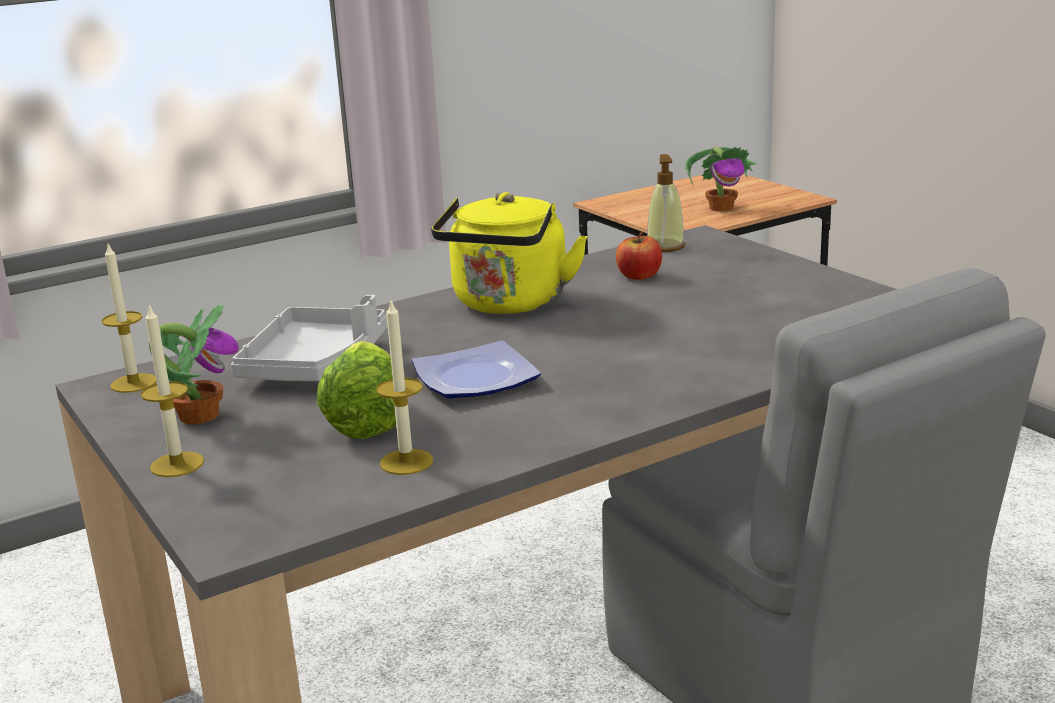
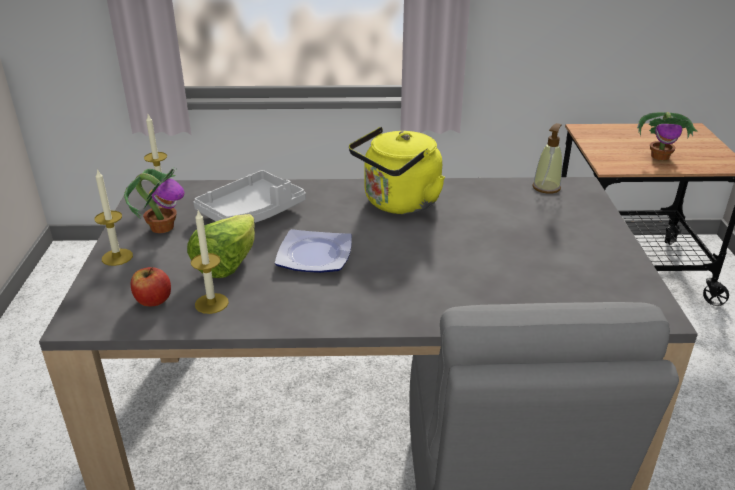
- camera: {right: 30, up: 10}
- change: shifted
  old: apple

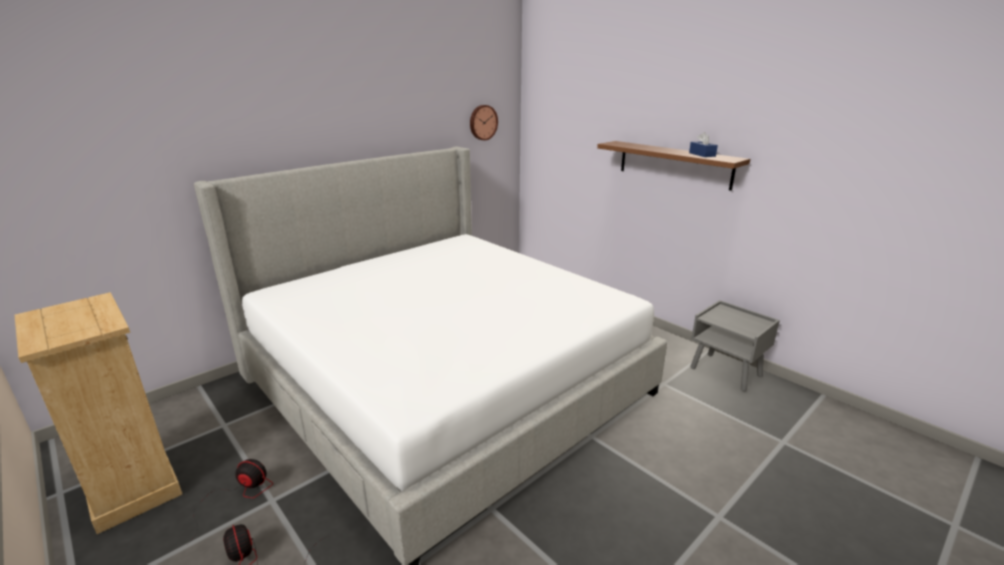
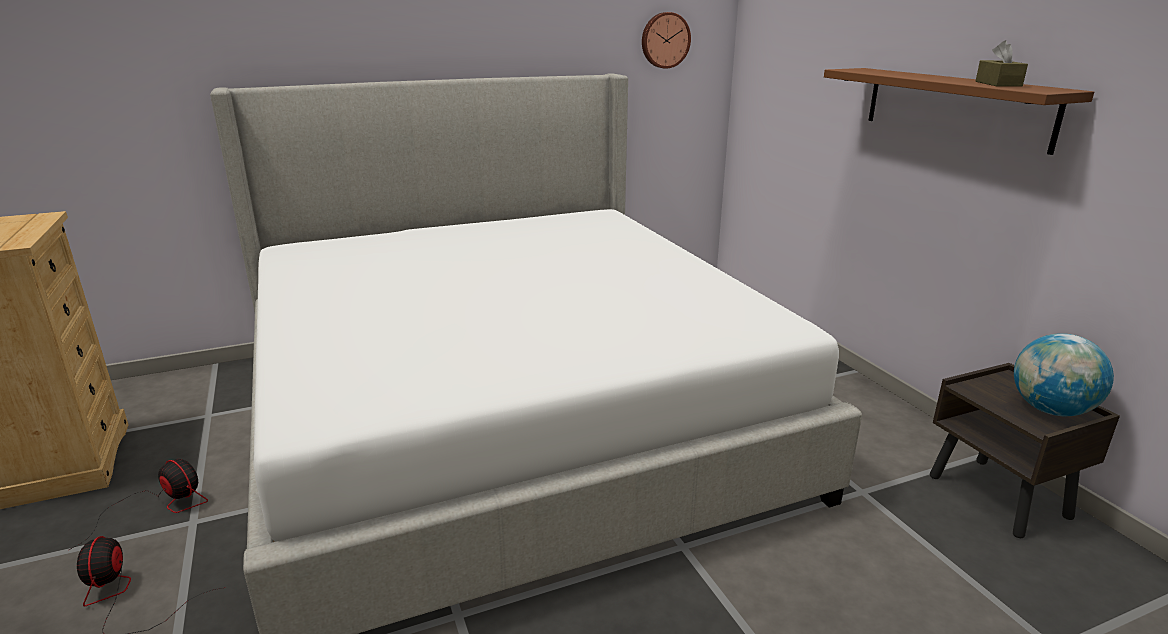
- camera: {right: 20, up: 0}
- change: repainted
  old: tissue box (blue)
  new: tissue box (brown)
- change: repainted
  old: nightstand (grey)
  new: nightstand (brown)
- change: new
  new: globe

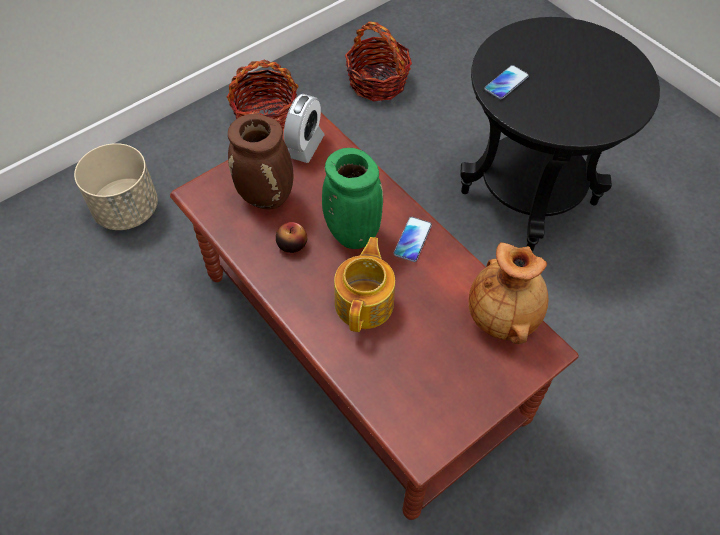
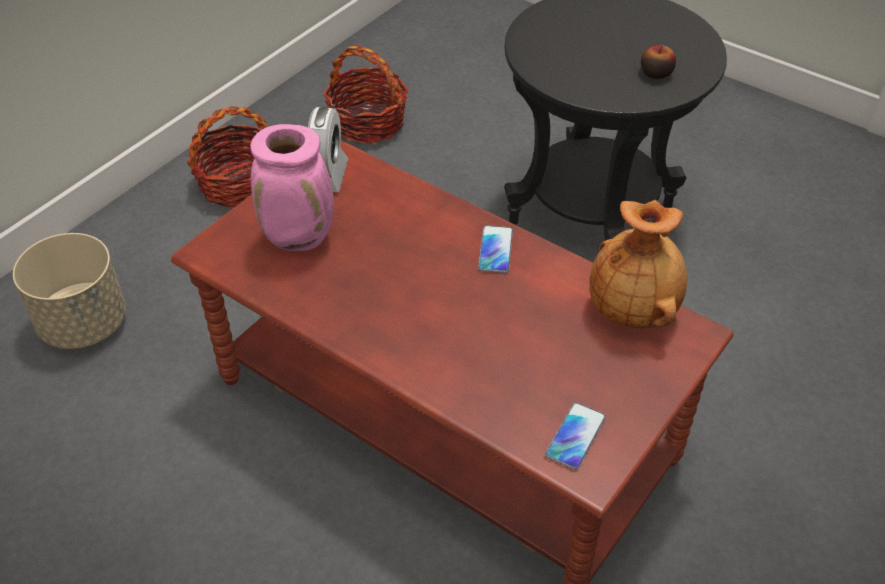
- camera: {right: -15, up: -10}
- change: repainted
  old: vase (brown) (no. 1 from left)
  new: vase (pink)
- change: shifted
  old: apple
- change: gone
  old: vase (green)
- change: gone
  old: teapot
- change: shifted
  old: phone (no. 2 from left)

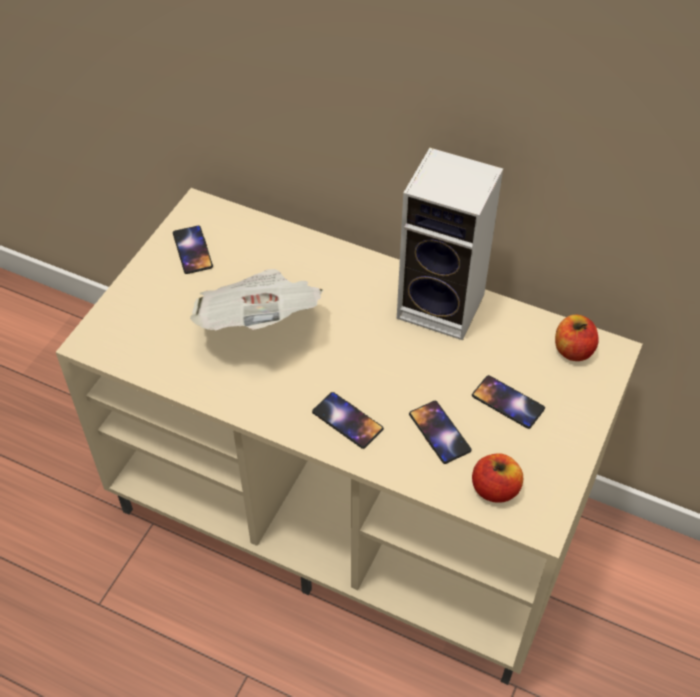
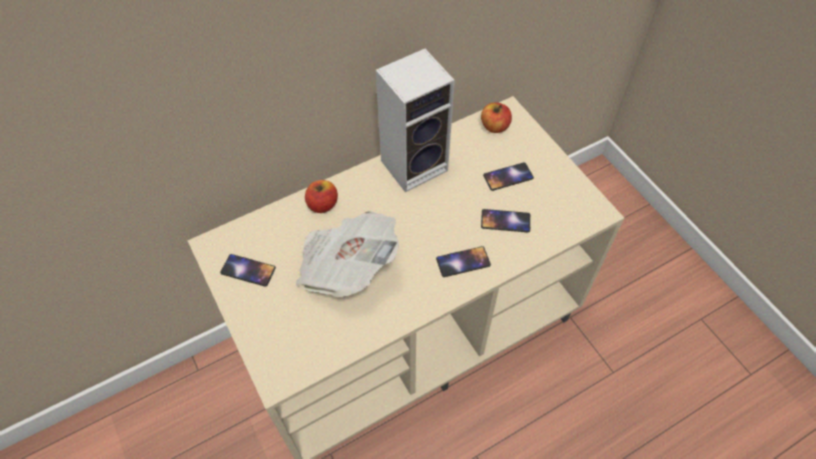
- camera: {right: -55, up: 5}
- change: shifted
  old: apple (no. 1 from left)

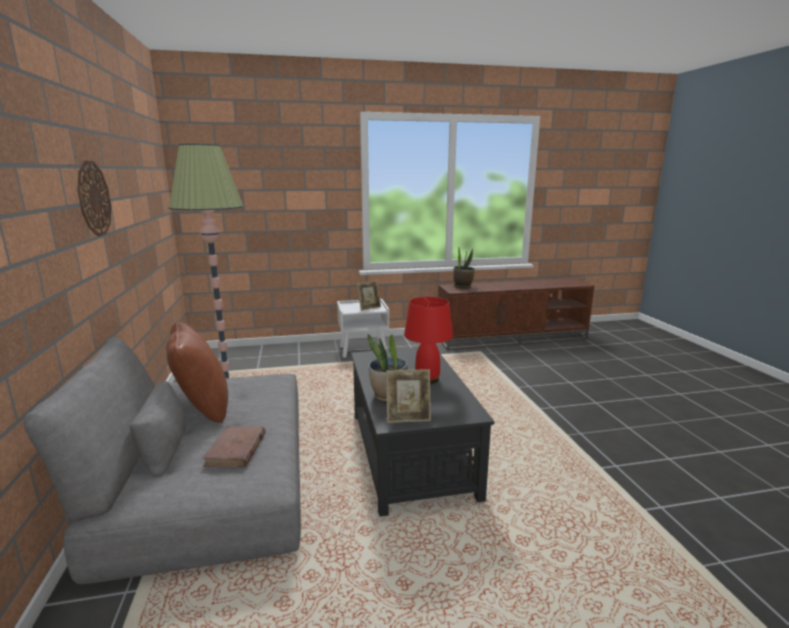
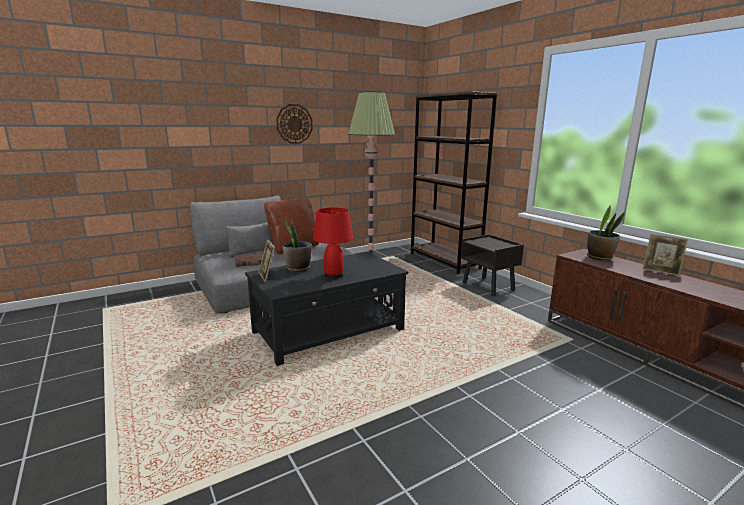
- camera: {right: 70, up: 0}
- change: repainted
  old: nightstand (white)
  new: nightstand (brown)
- change: shifted
  old: picture frame (no. 1 from left in the first image)
  new: picture frame (no. 2 from left)
- change: new
  new: bookcase (brown)

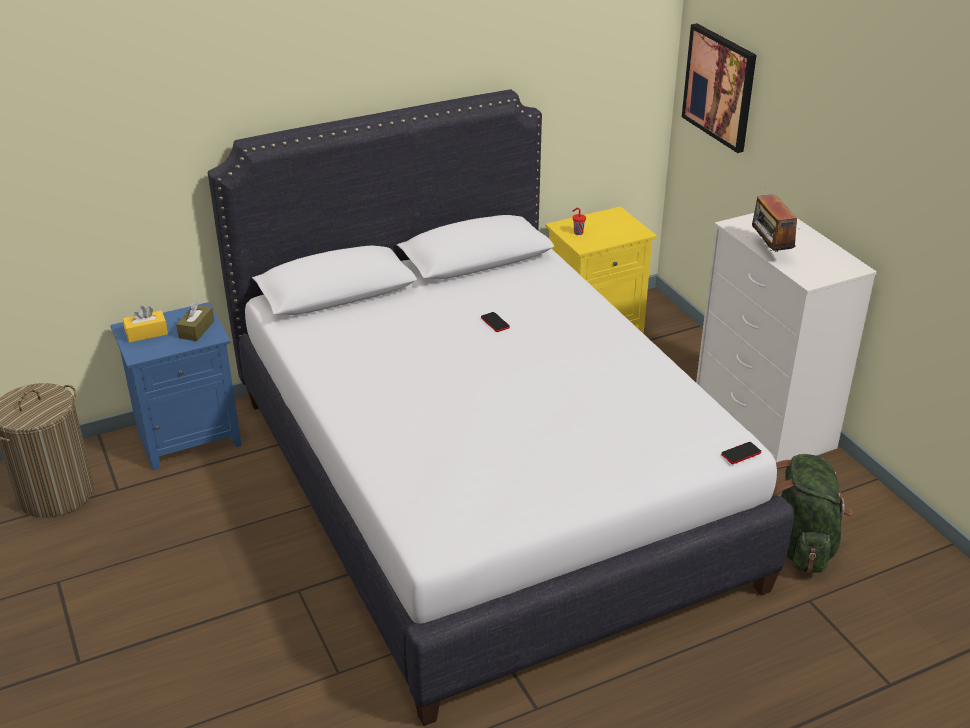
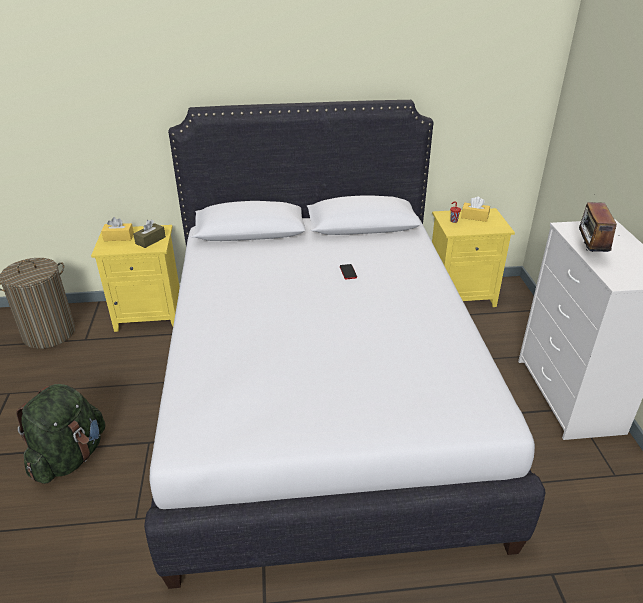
- camera: {right: 20, up: 0}
- change: repainted
  old: nightstand (blue)
  new: nightstand (yellow) (no. 1 from left)
- change: gone
  old: picture
- change: gone
  old: phone (no. 2 from left)
- change: shifted
  old: backpack (green)
- change: new
  new: tissue box (yellow) (no. 2 from left)

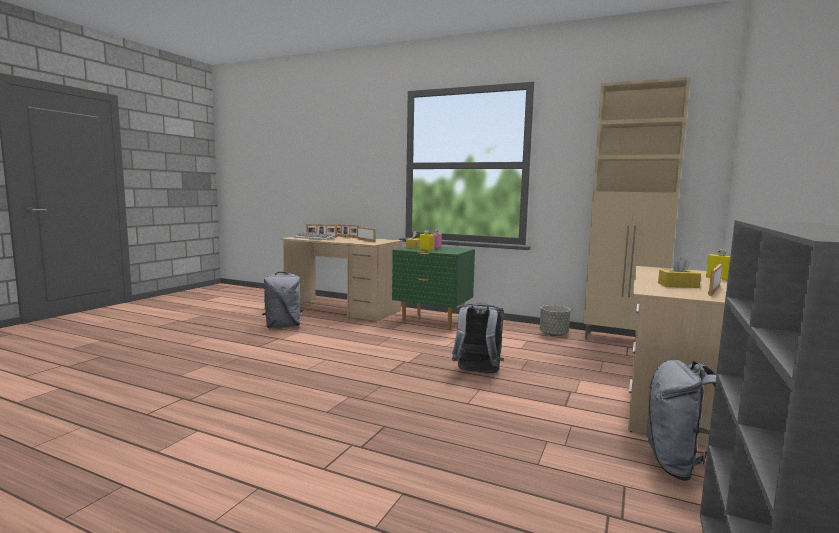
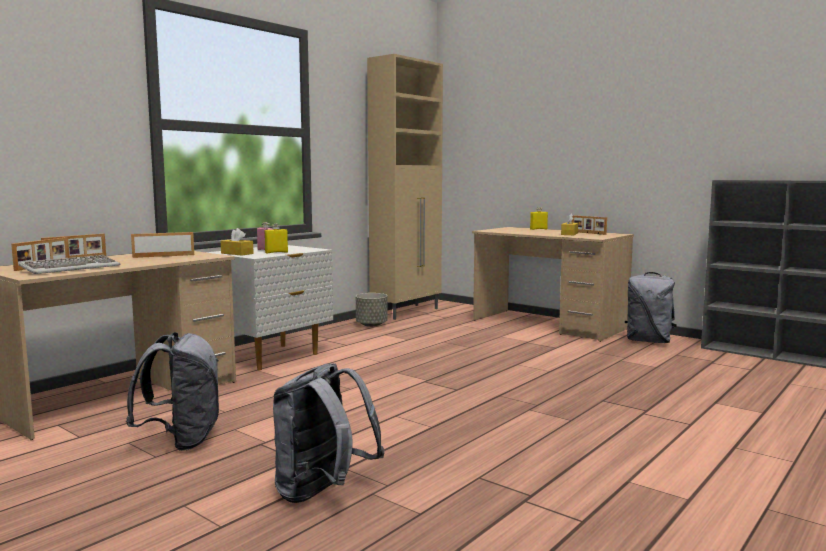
- camera: {right: -75, up: 0}
- change: repainted
  old: nightstand (green)
  new: nightstand (white)
- change: shifted
  old: backpack (grey) (no. 2 from left)

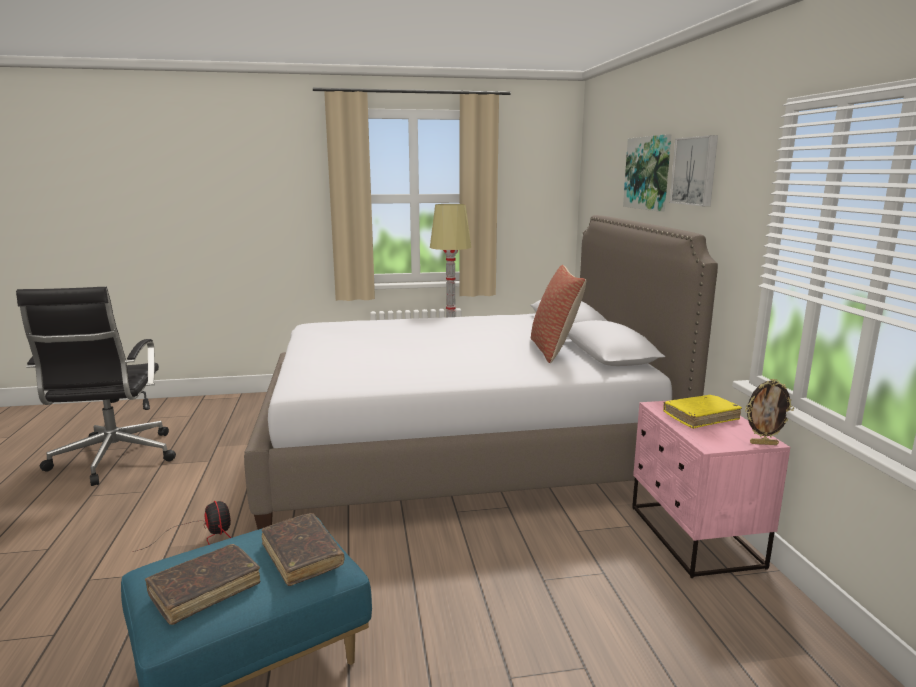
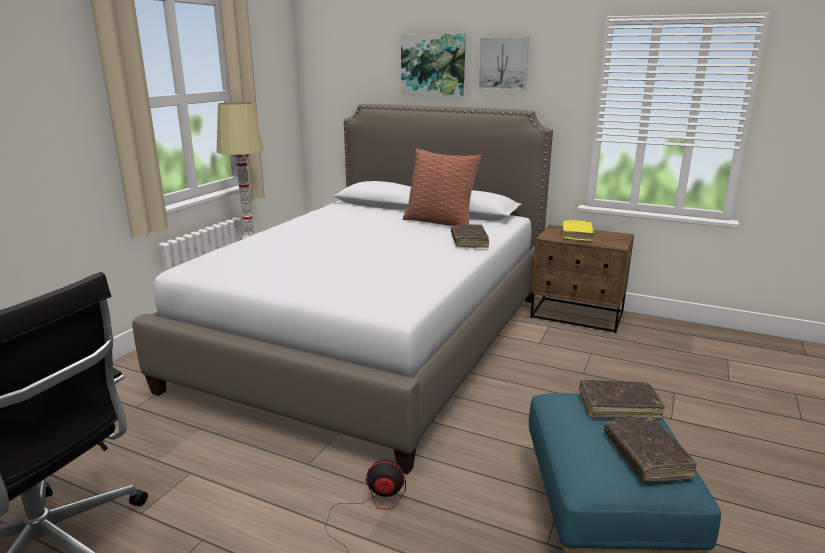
- camera: {right: -55, up: 5}
- change: repainted
  old: nightstand (pink)
  new: nightstand (brown)
- change: gone
  old: picture frame
- change: new
  new: book (brown) (no. 1 from left)

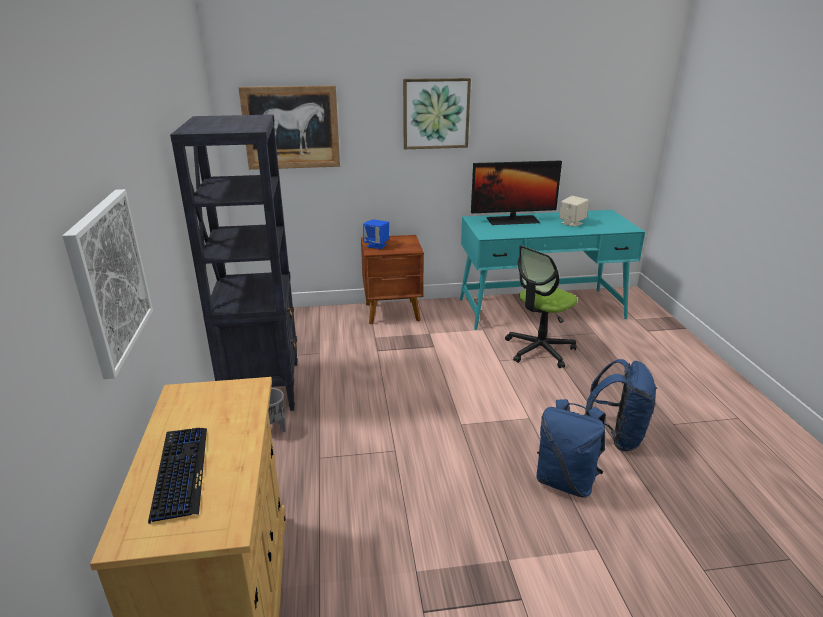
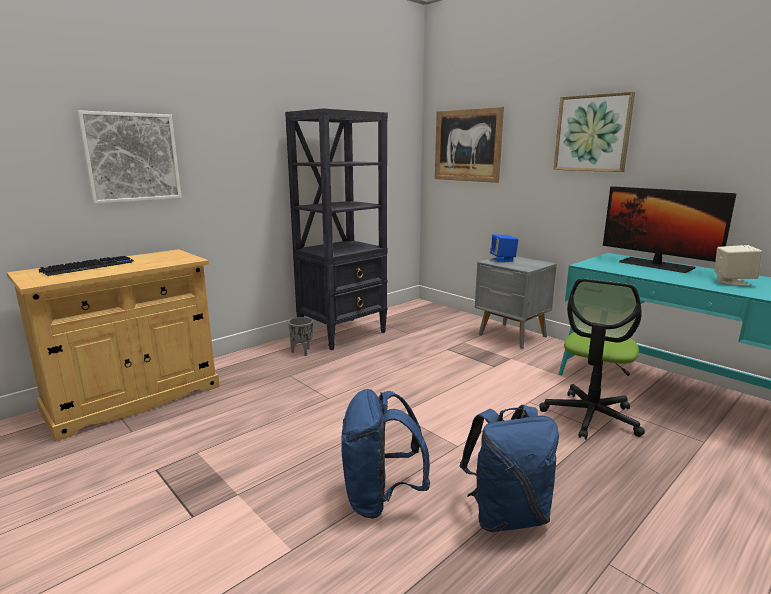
- camera: {right: 55, up: -10}
- change: repainted
  old: nightstand (brown)
  new: nightstand (grey)
- change: rotated
  old: office chair
  degrees: -75

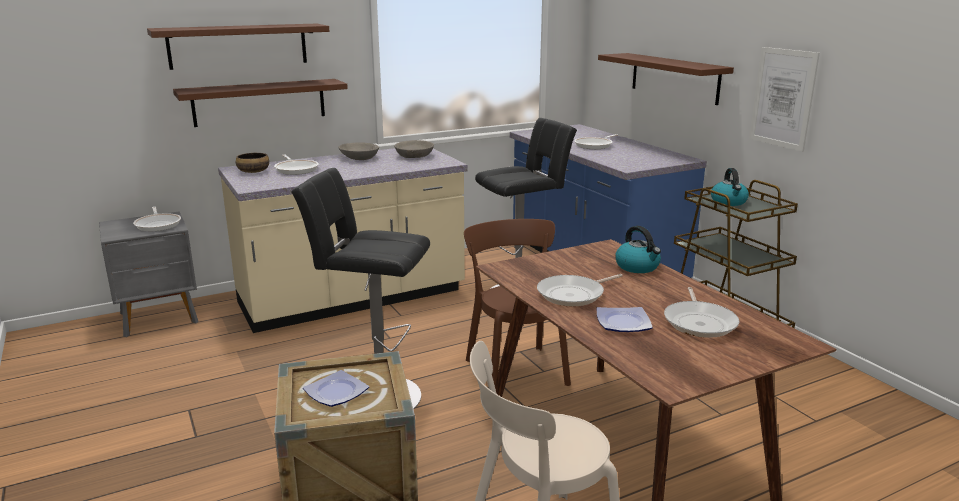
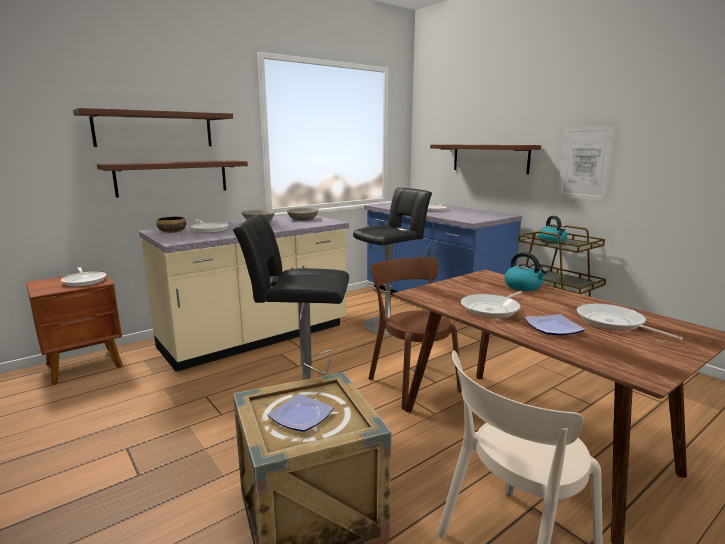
- camera: {right: -10, up: -5}
- change: repainted
  old: nightstand (grey)
  new: nightstand (brown)
- change: rotated
  old: frying pan (no. 5 from left)
  degrees: 150

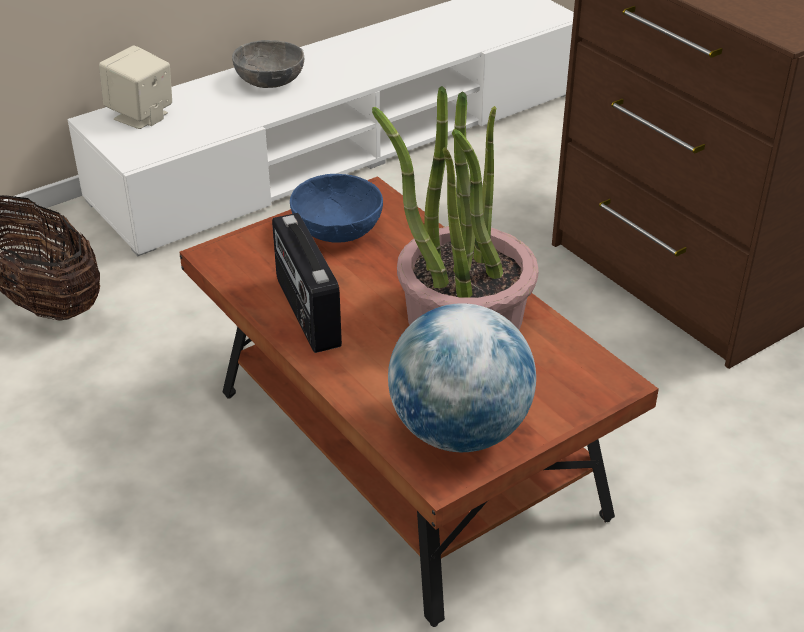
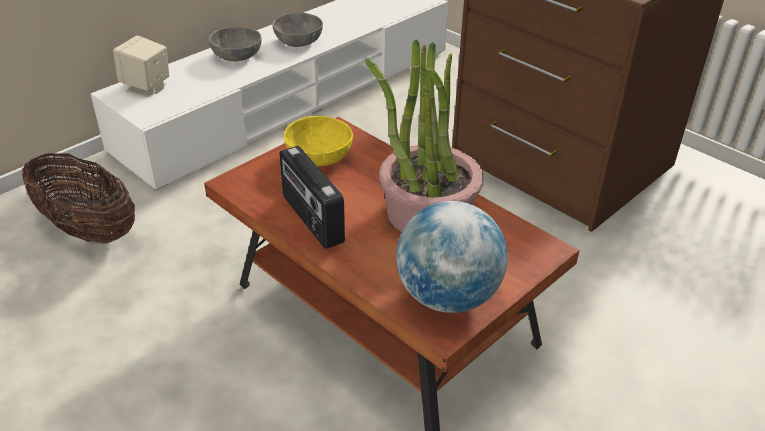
- camera: {right: -10, up: 0}
- change: repainted
  old: bowl (blue)
  new: bowl (yellow)
- change: new
  new: bowl (grey) (no. 2 from left)

